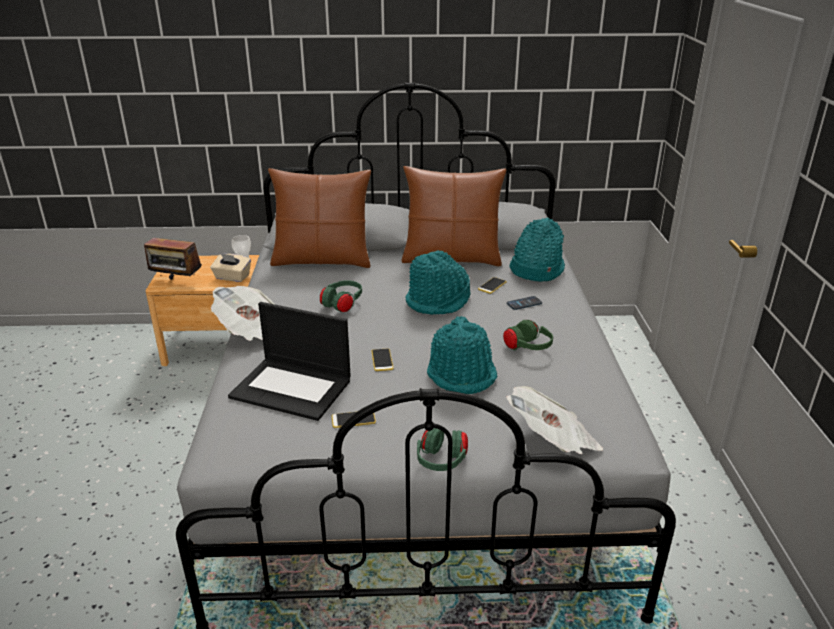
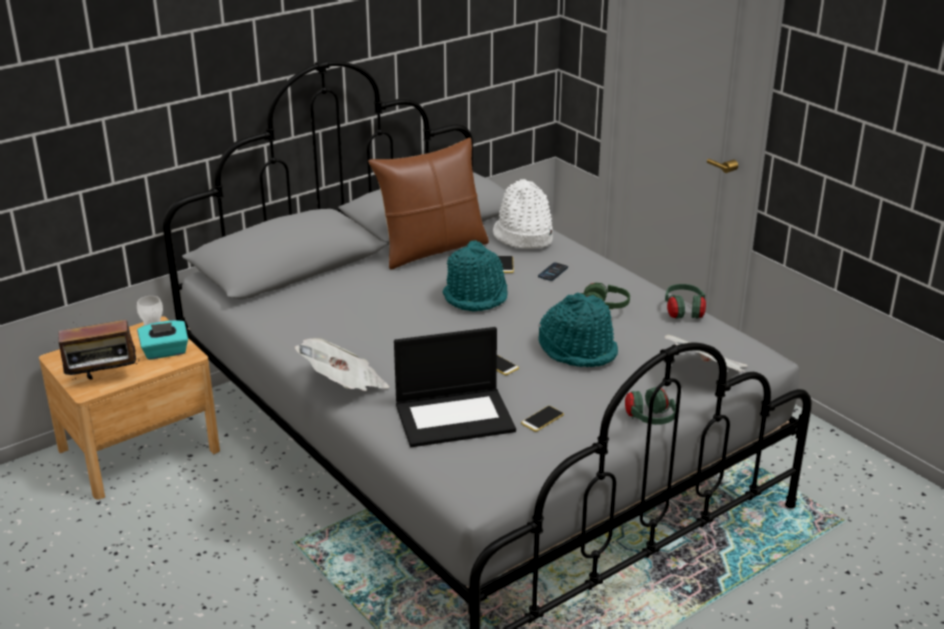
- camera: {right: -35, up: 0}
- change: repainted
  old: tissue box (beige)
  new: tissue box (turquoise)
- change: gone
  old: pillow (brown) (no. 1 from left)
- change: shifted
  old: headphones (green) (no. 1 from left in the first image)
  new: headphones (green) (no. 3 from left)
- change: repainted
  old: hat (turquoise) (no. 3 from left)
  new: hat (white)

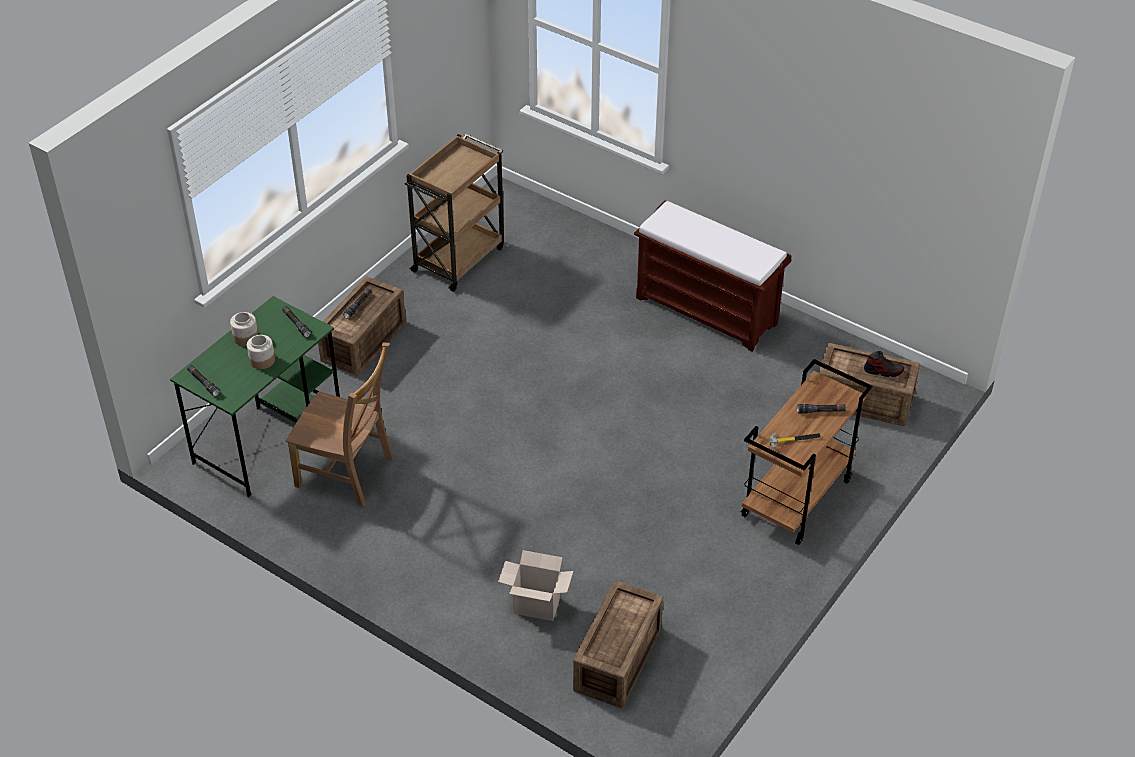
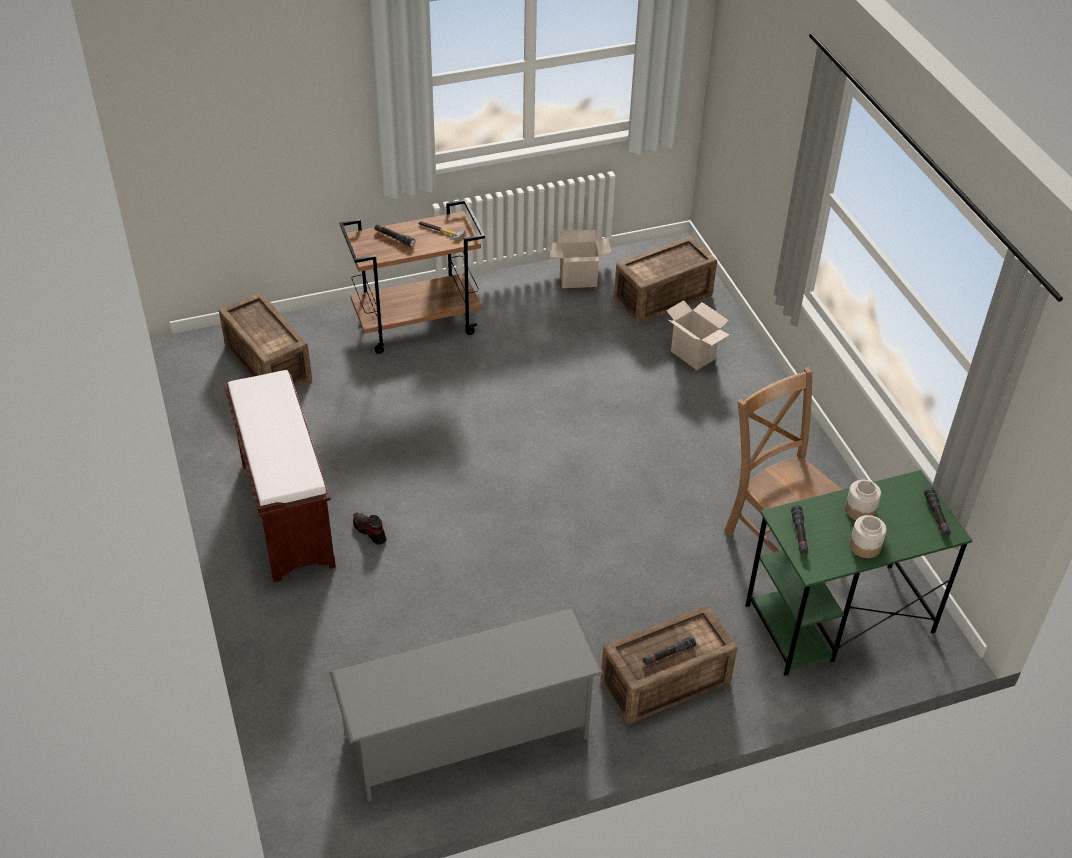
- camera: {right: -145, up: 0}
- change: swapped
  old: cart (brown) (no. 1 from left)
  new: shoe rack (grey)
- change: shifted
  old: shoe
- change: new
  new: cardboard box (no. 1 from left)

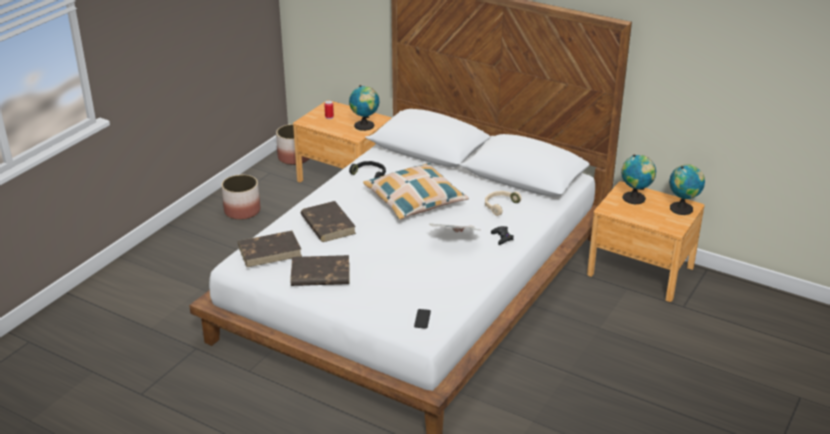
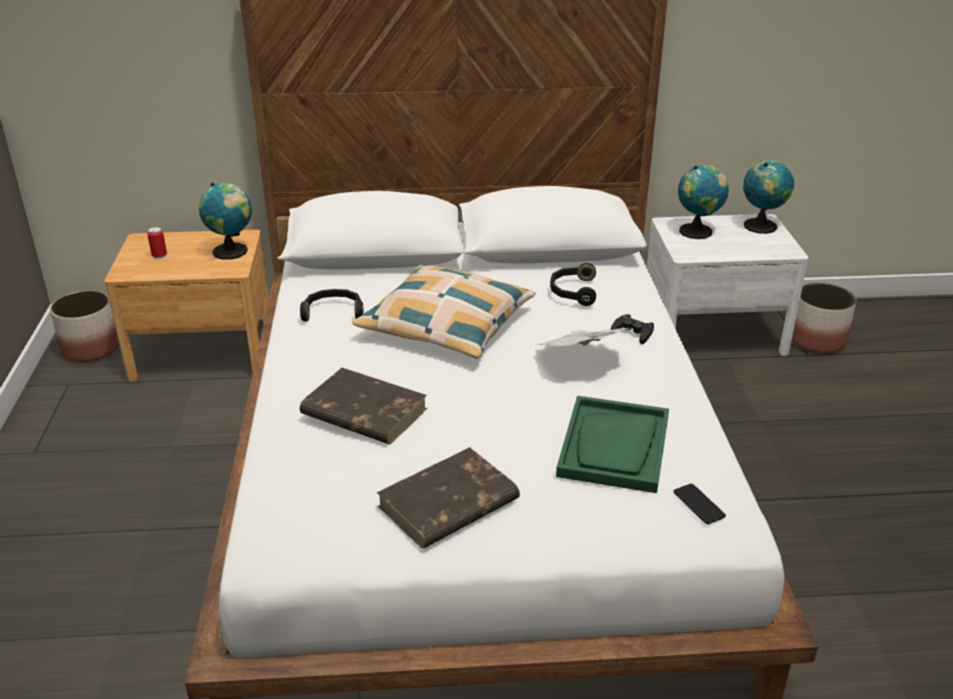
- camera: {right: -35, up: 0}
- change: shifted
  old: planter (no. 1 from left in the first image)
  new: planter (no. 2 from left)
- change: gone
  old: book (brown) (no. 1 from left)
- change: repainted
  old: headphones (beige)
  new: headphones (black) (no. 2 from left)
- change: repainted
  old: nightstand (brown) (no. 2 from left)
  new: nightstand (white)
- change: new
  new: tray (green)

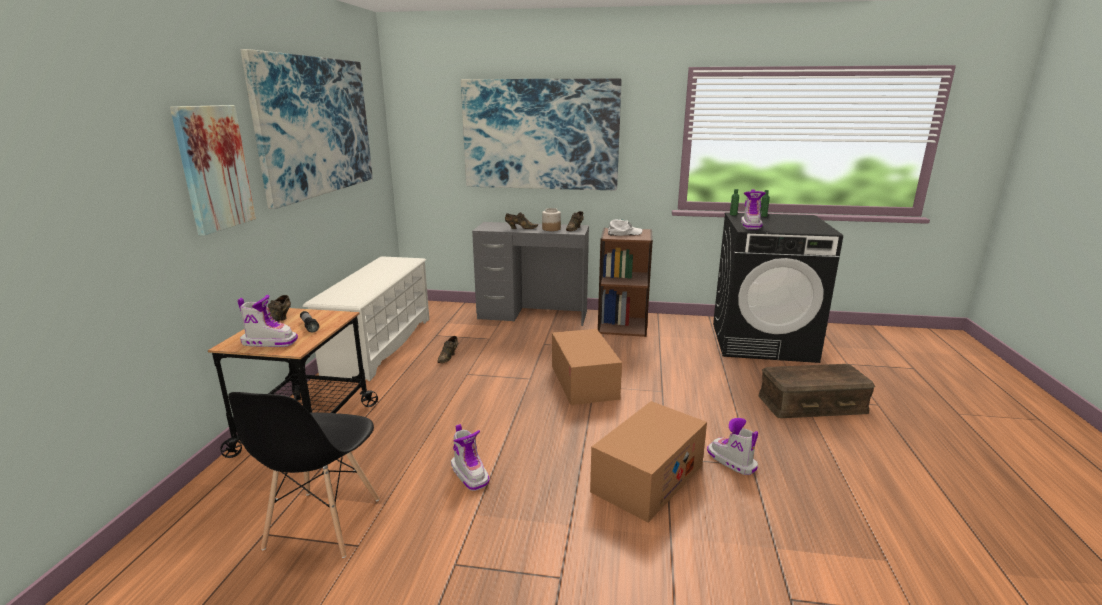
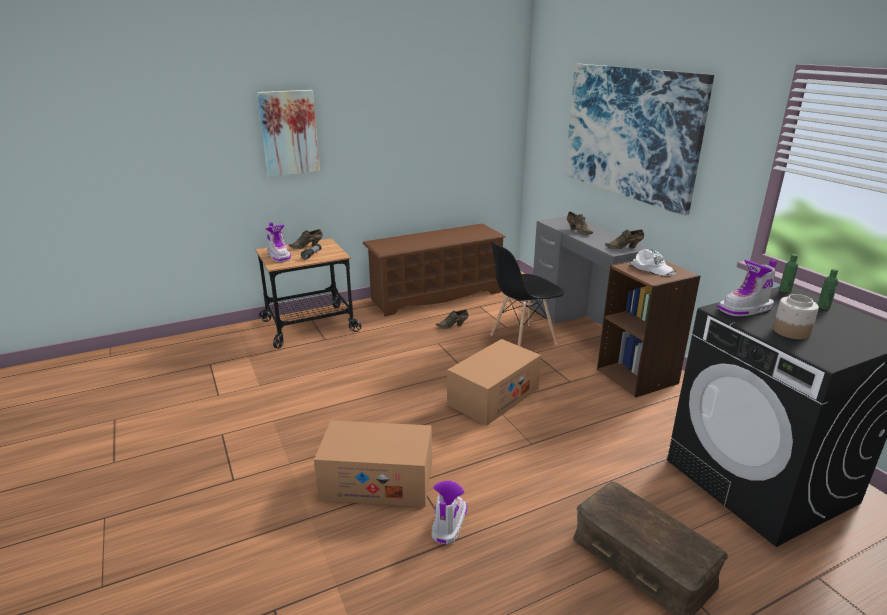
- camera: {right: 55, up: 5}
- change: shifted
  old: chair (black)
- change: gone
  old: picture (no. 2 from left)
- change: repainted
  old: shoe rack (white)
  new: shoe rack (brown)
- change: gone
  old: boot (no. 2 from left)
- change: shifted
  old: jar

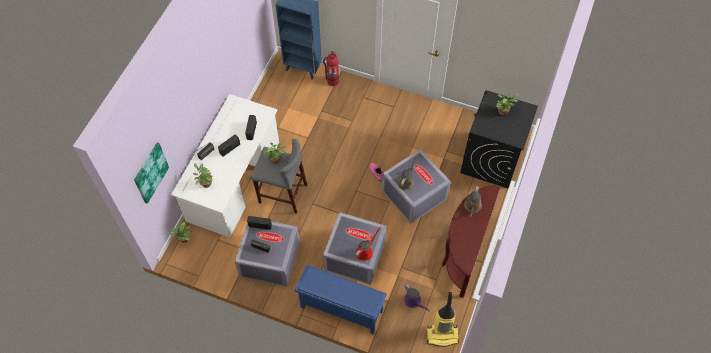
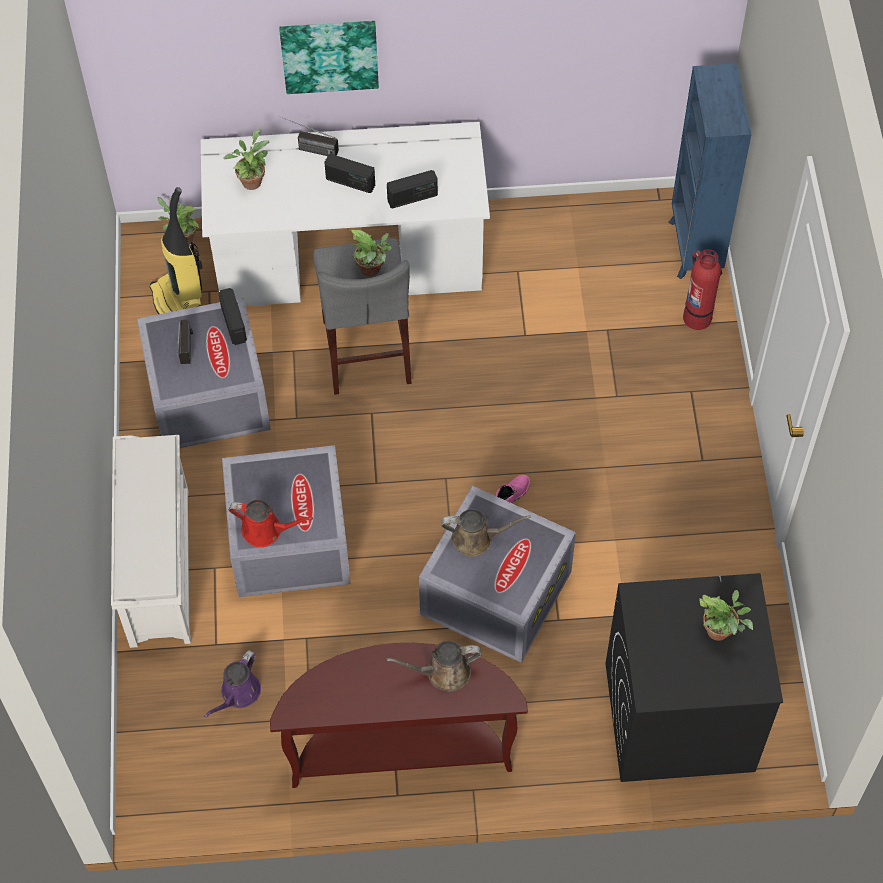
- camera: {right: 65, up: 0}
- change: shifted
  old: picture
- change: repainted
  old: shoe rack (blue)
  new: shoe rack (white)
- change: shifted
  old: vacuum cleaner

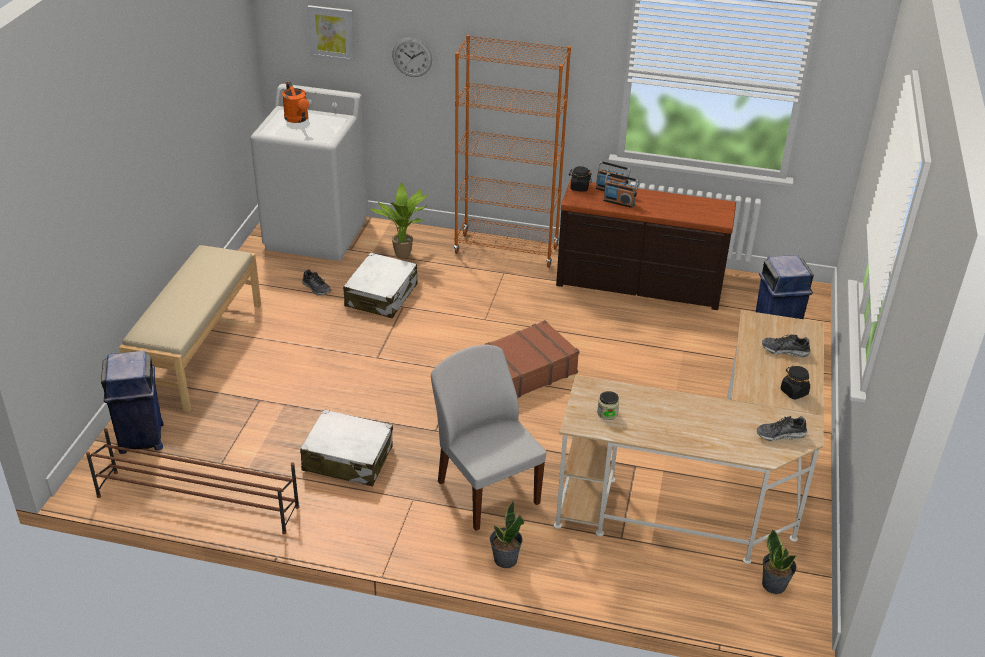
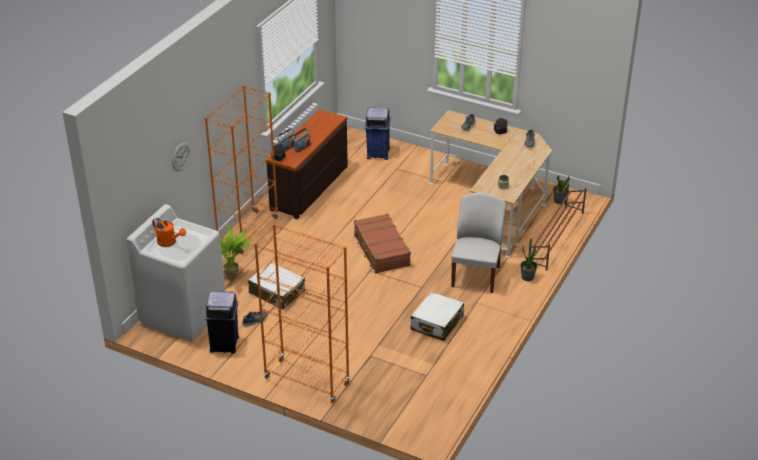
- camera: {right: -75, up: 0}
- change: shifted
  old: shoe rack (brown)
- change: shifted
  old: trash can (blue) (no. 1 from left)
- change: swapped
  old: bench (beige)
  new: bookcase (orange) (no. 2 from left)
- change: rotated
  old: watering can (orange)
  degrees: 45
- change: gone
  old: picture
- change: rotated
  old: chair (white)
  degrees: 120

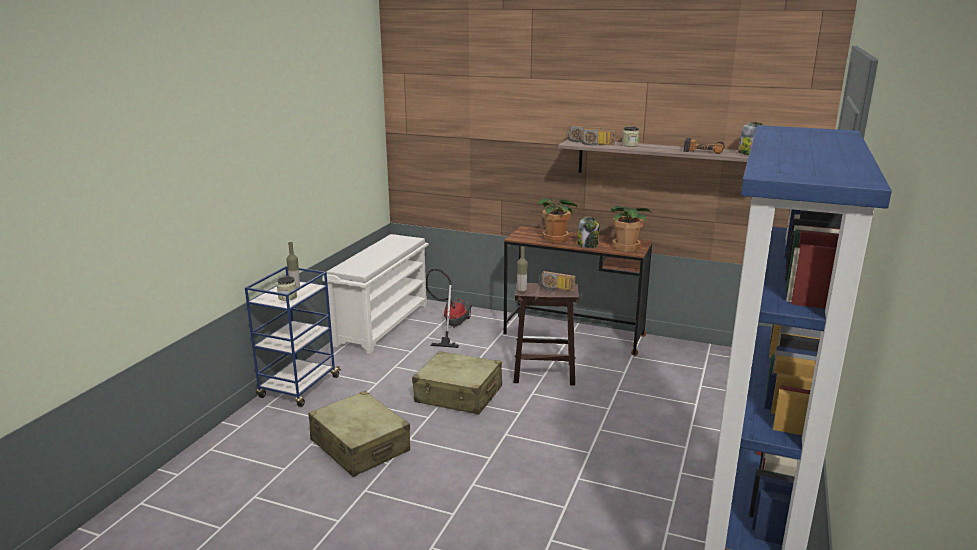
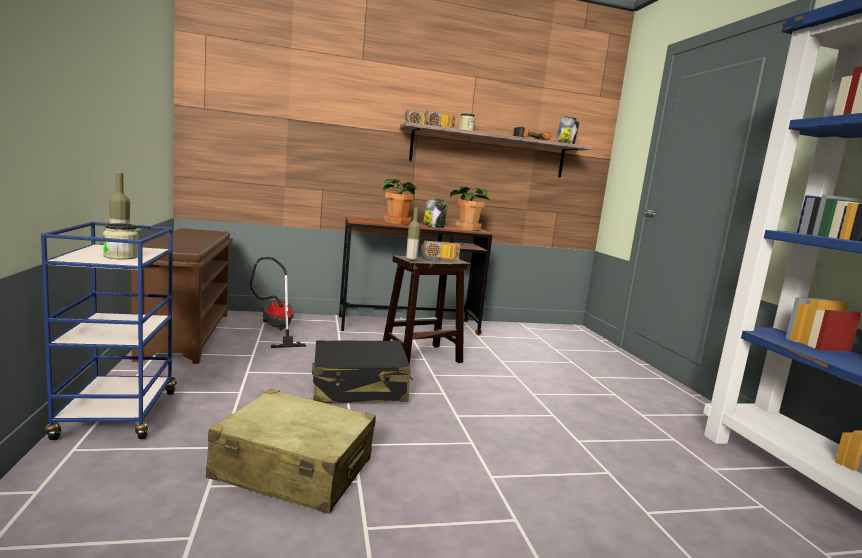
- camera: {right: -35, up: -10}
- change: repainted
  old: shoe rack (white)
  new: shoe rack (brown)
- change: repainted
  old: suitcase (beige) (no. 2 from left)
  new: suitcase (black)

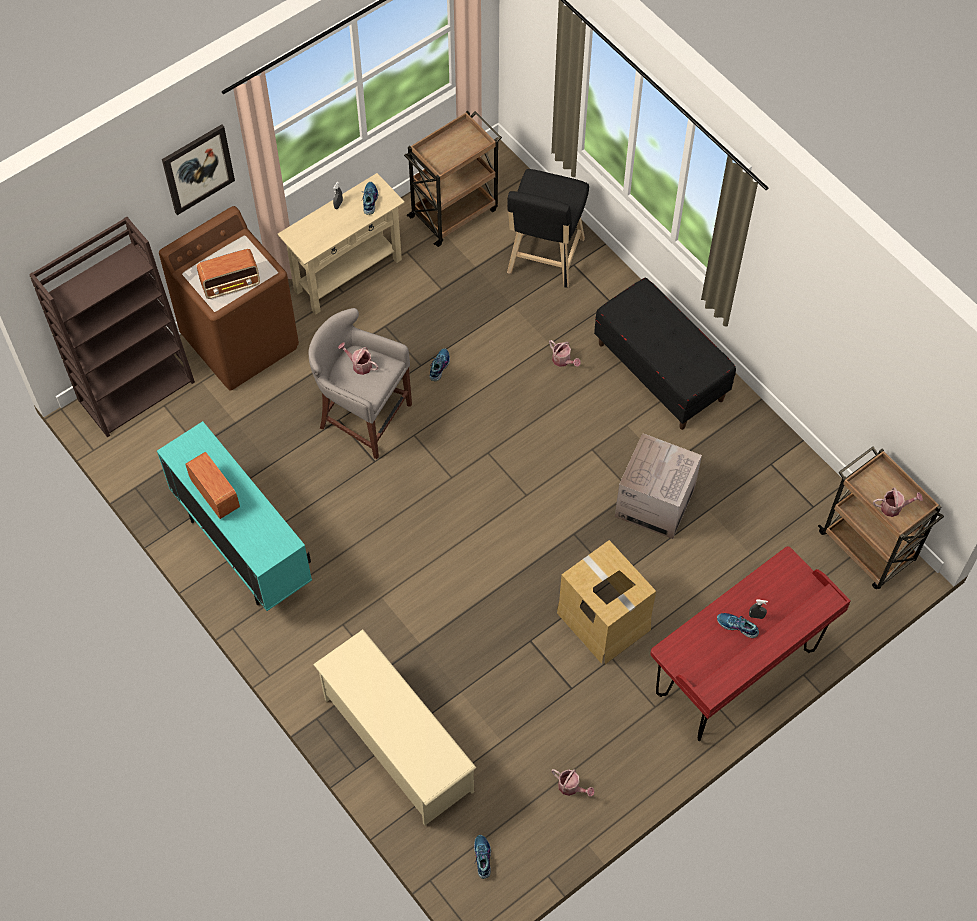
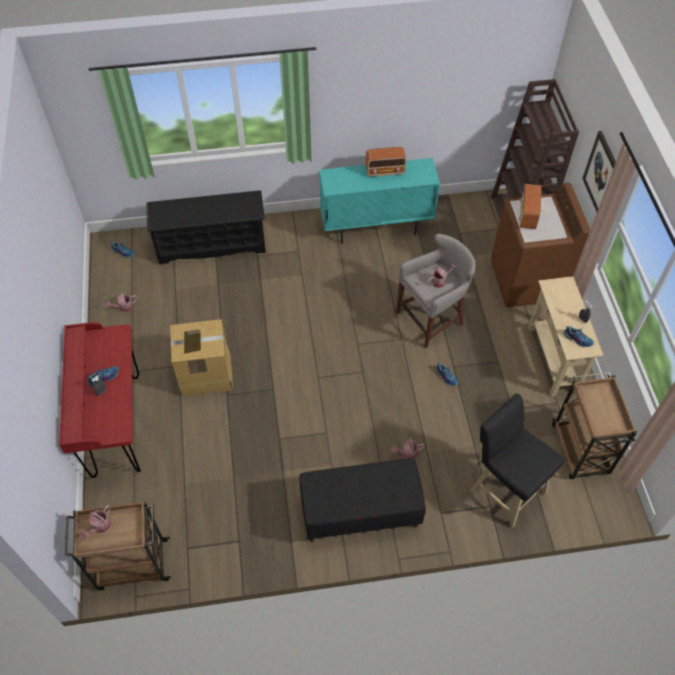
- camera: {right: 120, up: -5}
- change: repainted
  old: shoe rack (beige)
  new: shoe rack (black)
- change: gone
  old: cardboard box (no. 2 from left)

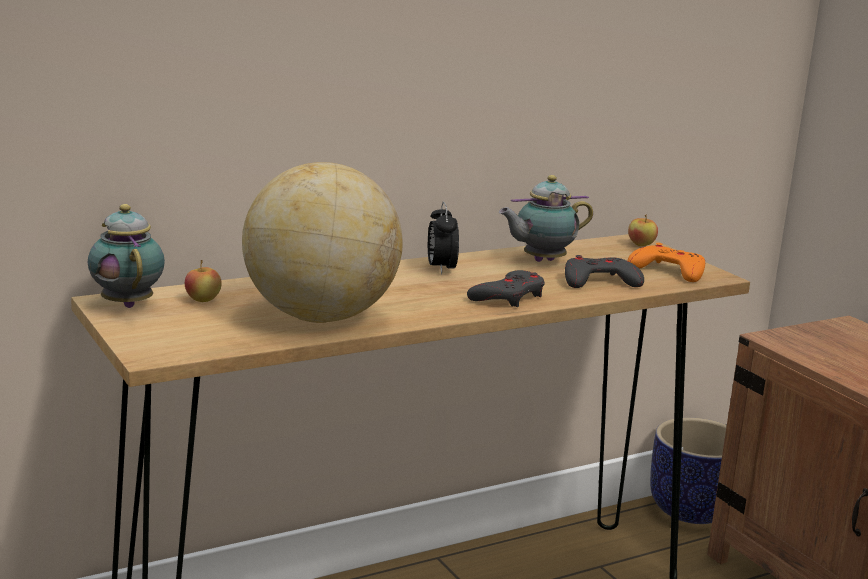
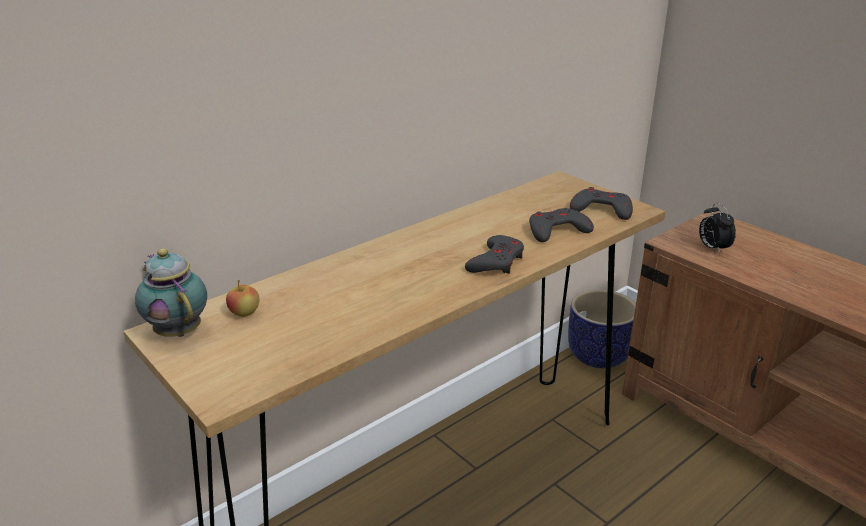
- camera: {right: -10, up: 10}
- change: gone
  old: globe
- change: shifted
  old: alarm clock
- change: gone
  old: teapot (no. 2 from left)
- change: gone
  old: apple (no. 2 from left)
- change: repainted
  old: game controller (orange)
  new: game controller (grey) (no. 3 from left)

